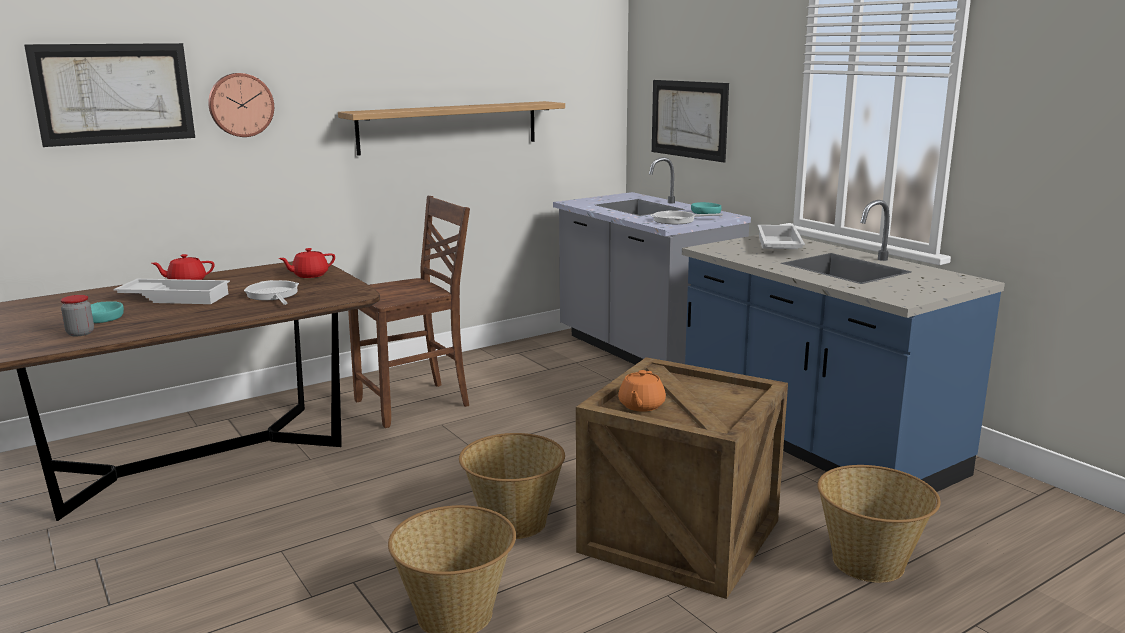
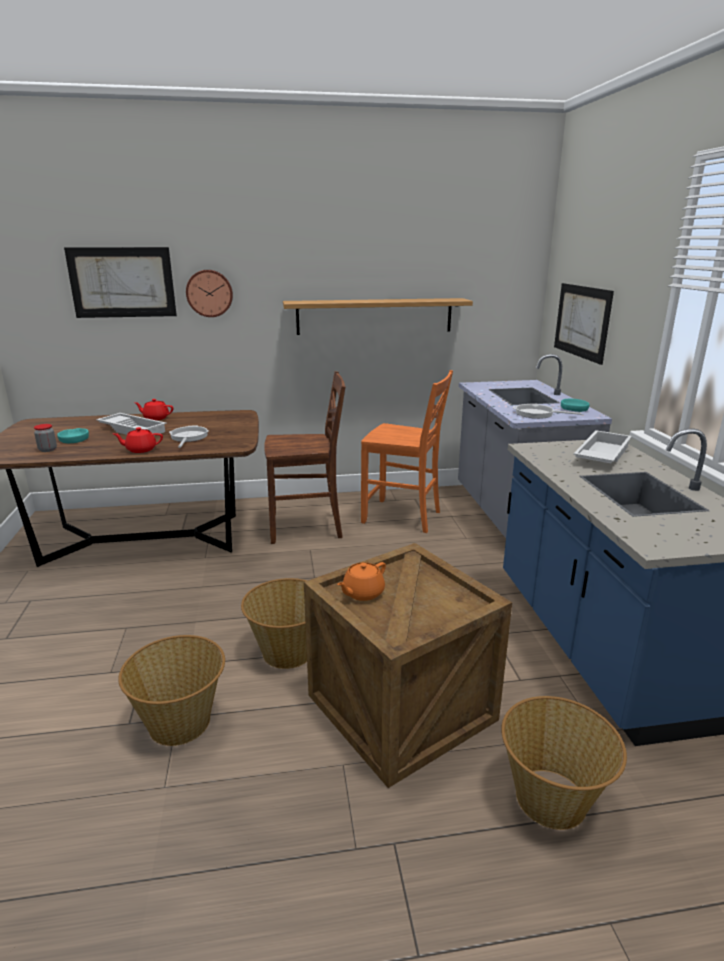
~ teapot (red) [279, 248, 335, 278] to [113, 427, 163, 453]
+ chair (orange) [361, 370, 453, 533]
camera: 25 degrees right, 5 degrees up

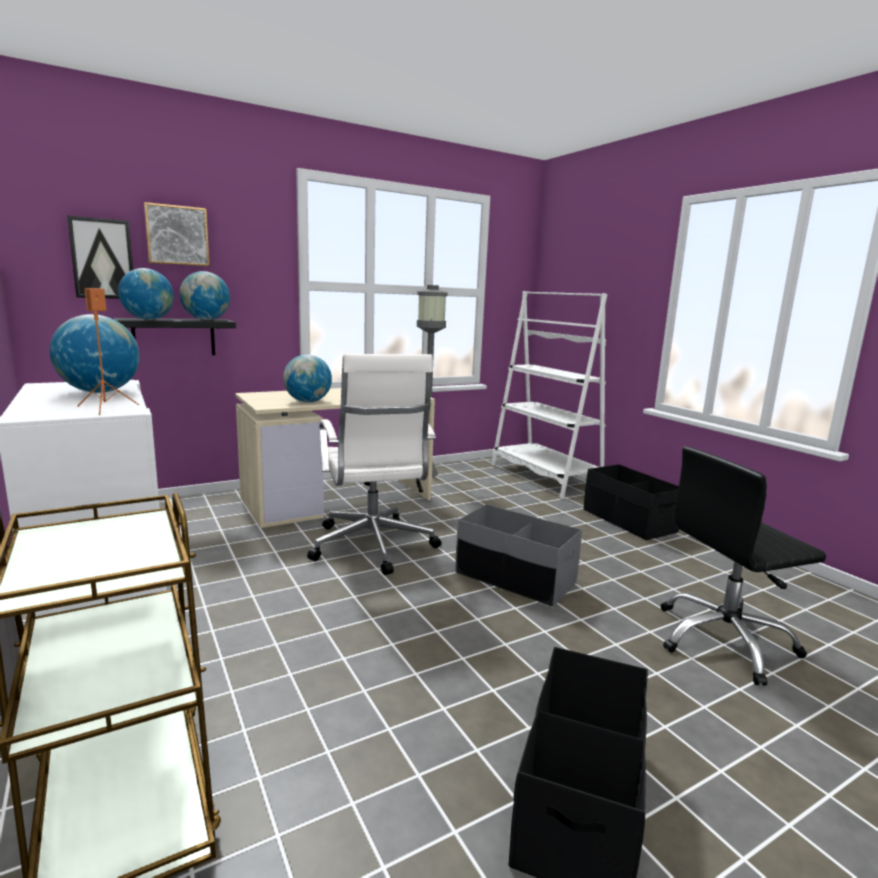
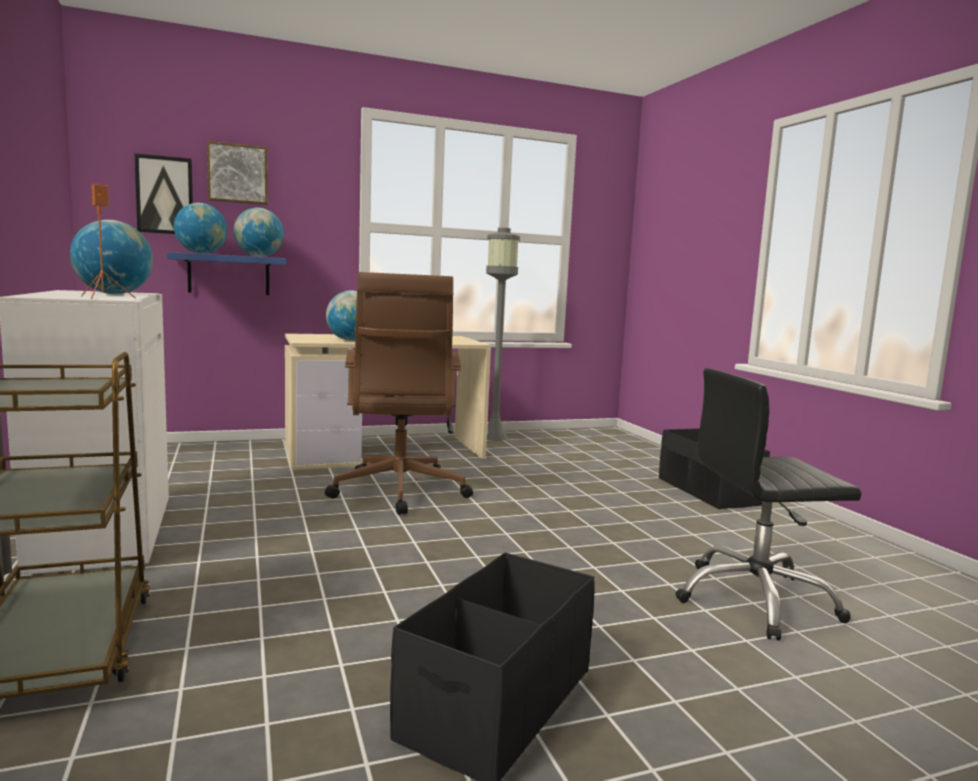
- bookcase (white) [491, 291, 607, 498]
~ shelf (black) [114, 318, 236, 355] to shelf (blue) [167, 252, 286, 295]
~ office chair (white) [307, 354, 441, 575] to office chair (brown) [325, 272, 473, 515]
- storage box (grey) [455, 504, 582, 607]
camera: 10 degrees right, 5 degrees down

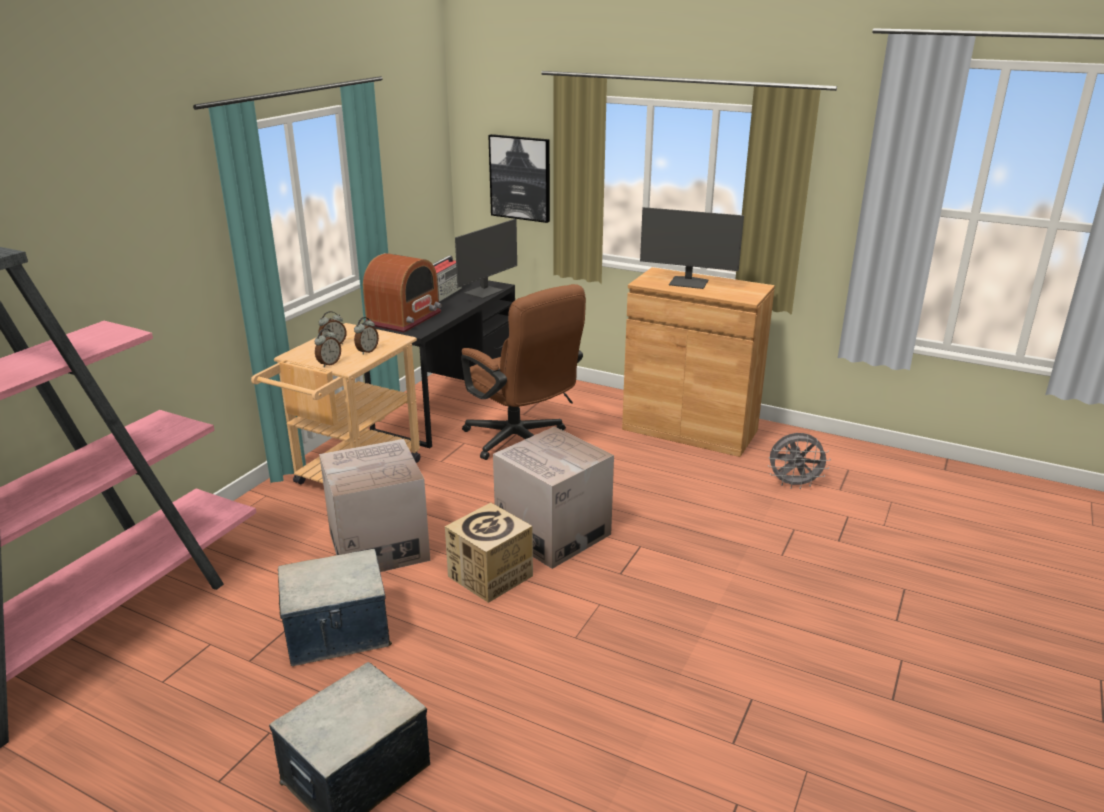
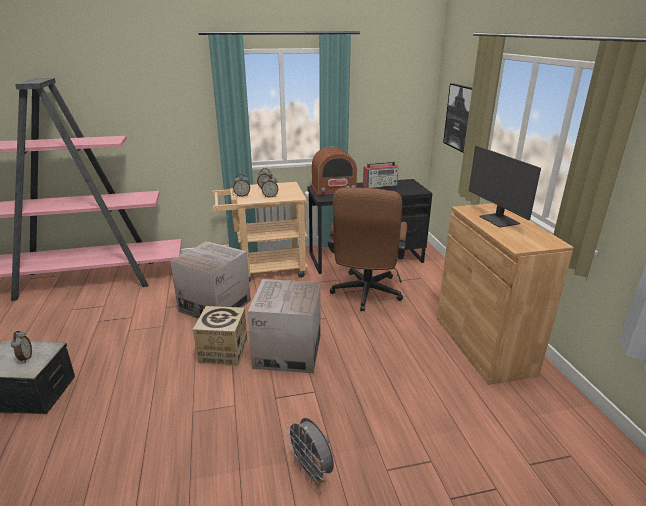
- monitor [455, 219, 517, 299]
~ fan (grey) [768, 433, 831, 489] to [285, 418, 334, 485]
- storage box [278, 549, 392, 666]
+ alarm clock [11, 331, 32, 362]
camera: 50 degrees right, 0 degrees up

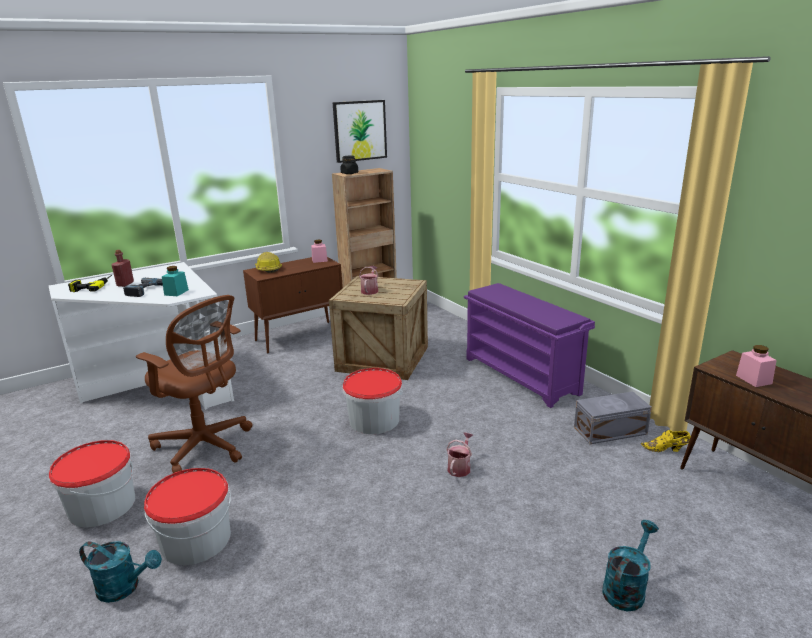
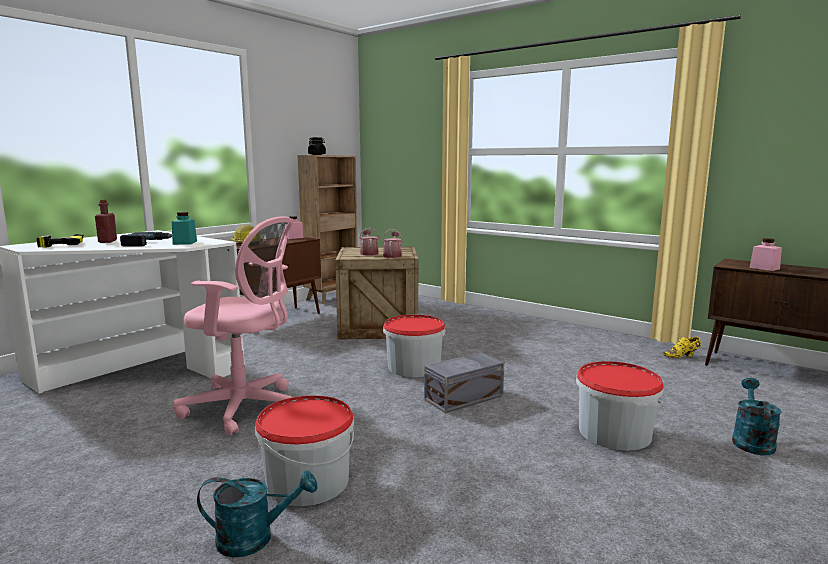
- picture [332, 100, 387, 163]
- shoe rack (purple) [464, 283, 595, 408]
~ office chair (brown) [136, 295, 253, 473] to office chair (pink) [173, 216, 294, 436]
~ storage box (grey) [574, 392, 652, 444] to [424, 352, 504, 413]
~ watering can [446, 432, 473, 477] to [382, 229, 402, 258]
~ bucket [49, 440, 135, 528] to [576, 361, 664, 451]
camera: 20 degrees left, 10 degrees down

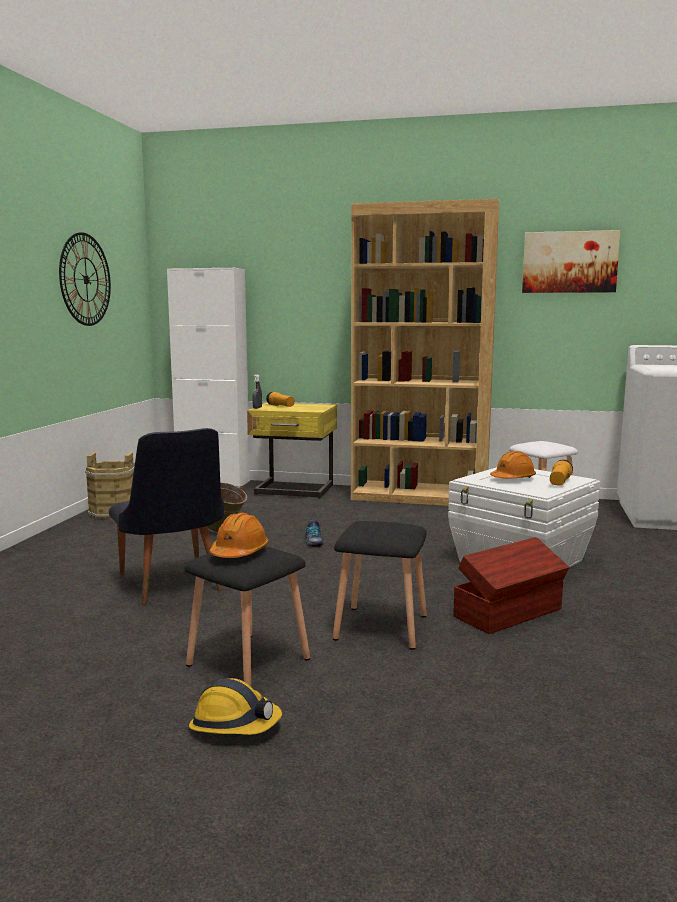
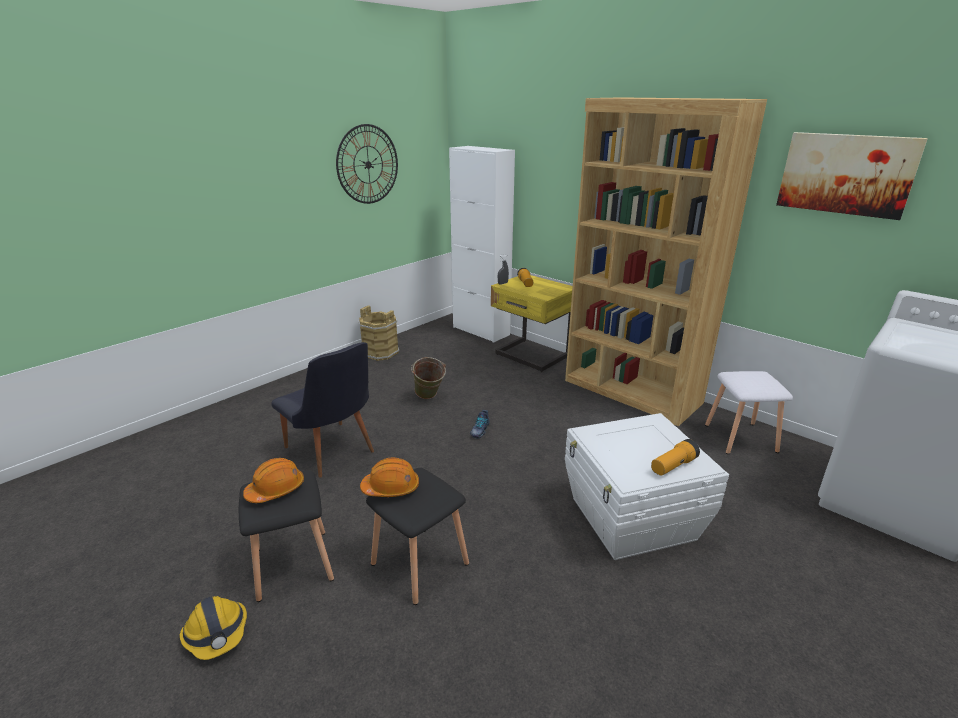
~ chair (black) [109, 428, 224, 605] = [271, 342, 374, 477] 45 degrees counterclockwise
~ hard hat (orange) [490, 451, 536, 479] to [360, 457, 419, 497]
- storage box (brown) [454, 537, 570, 634]
camera: 30 degrees right, 15 degrees up

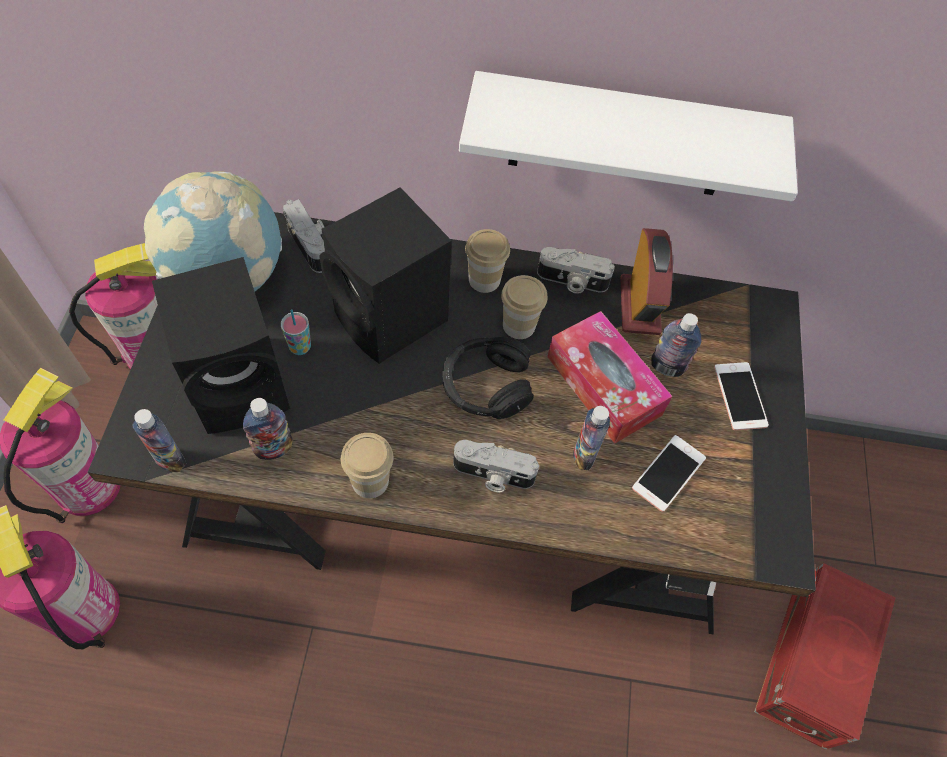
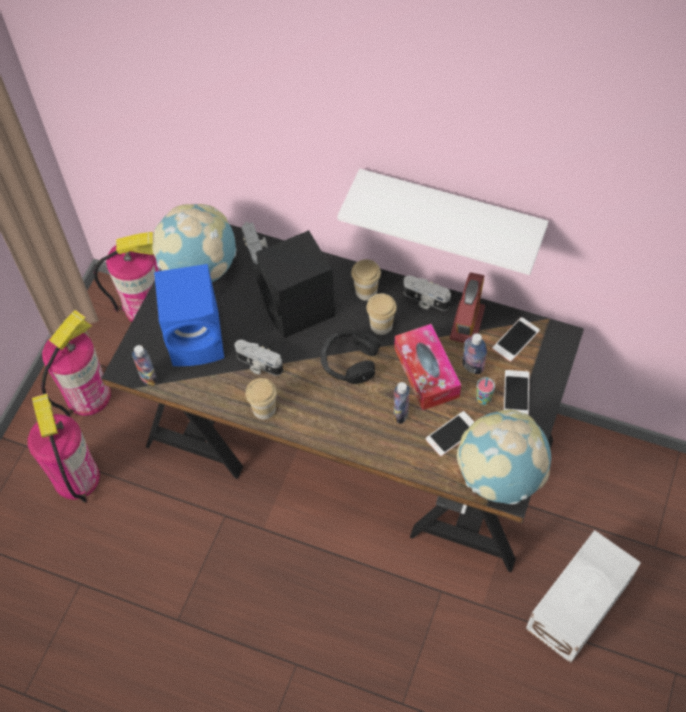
~ speaker (black) [152, 257, 290, 434] to speaker (blue) [154, 264, 224, 366]
~ cup [281, 310, 311, 355] to [476, 377, 495, 405]
- bottle [243, 398, 292, 460]
~ photo camera [453, 440, 539, 492] to [234, 340, 283, 376]
~ storage box (red) [754, 563, 895, 749] to storage box (white) [526, 530, 641, 663]
+ phone [492, 317, 540, 362]
+ globe [457, 409, 551, 504]
camera: 20 degrees right, 0 degrees up

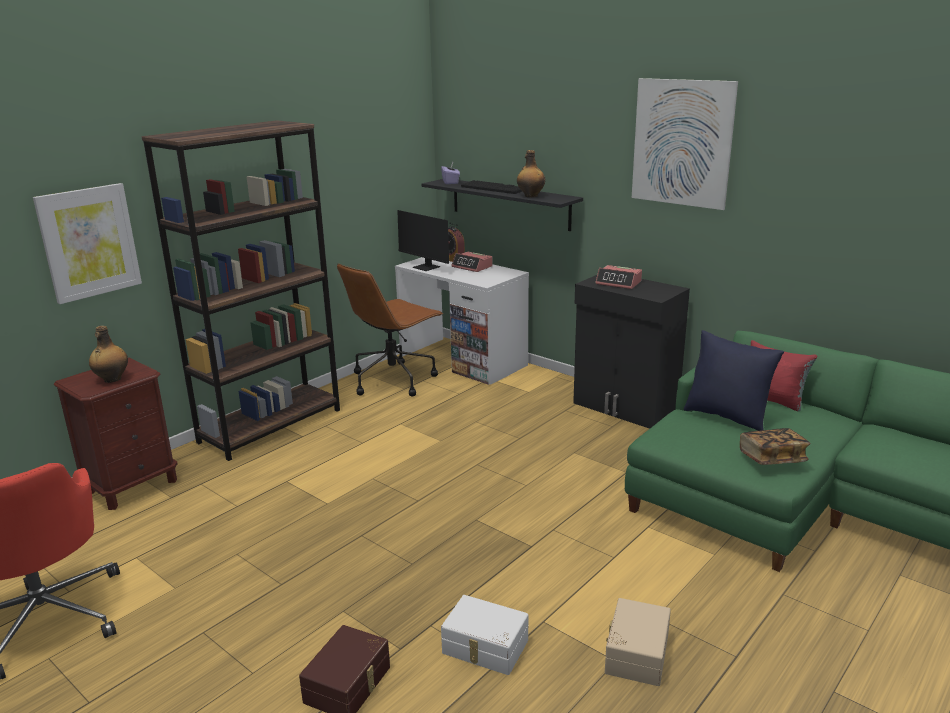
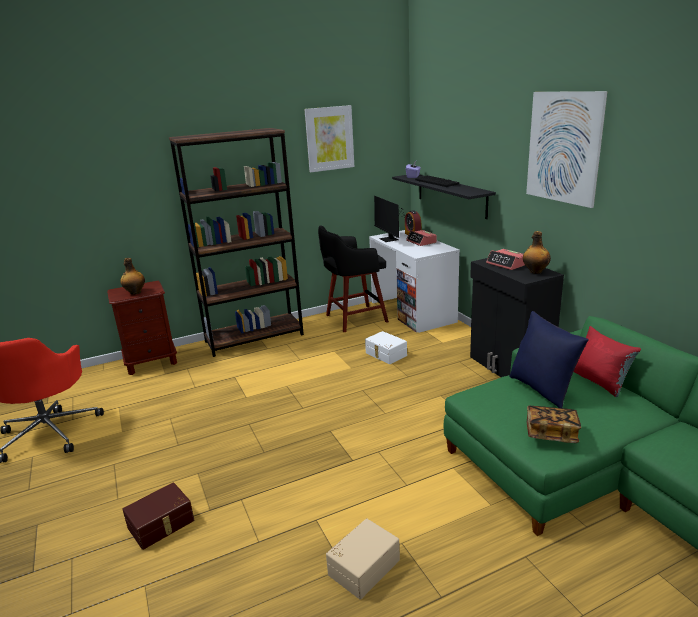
~ bottle [517, 150, 545, 197] to [523, 231, 551, 274]
~ picture [33, 183, 142, 304] to [304, 105, 354, 172]
~ office chair (brown) [337, 263, 443, 397] to stool (black) [318, 226, 389, 332]
~ storage box (white) [441, 595, 528, 675] to [365, 331, 407, 364]
camera: 25 degrees right, 0 degrees up

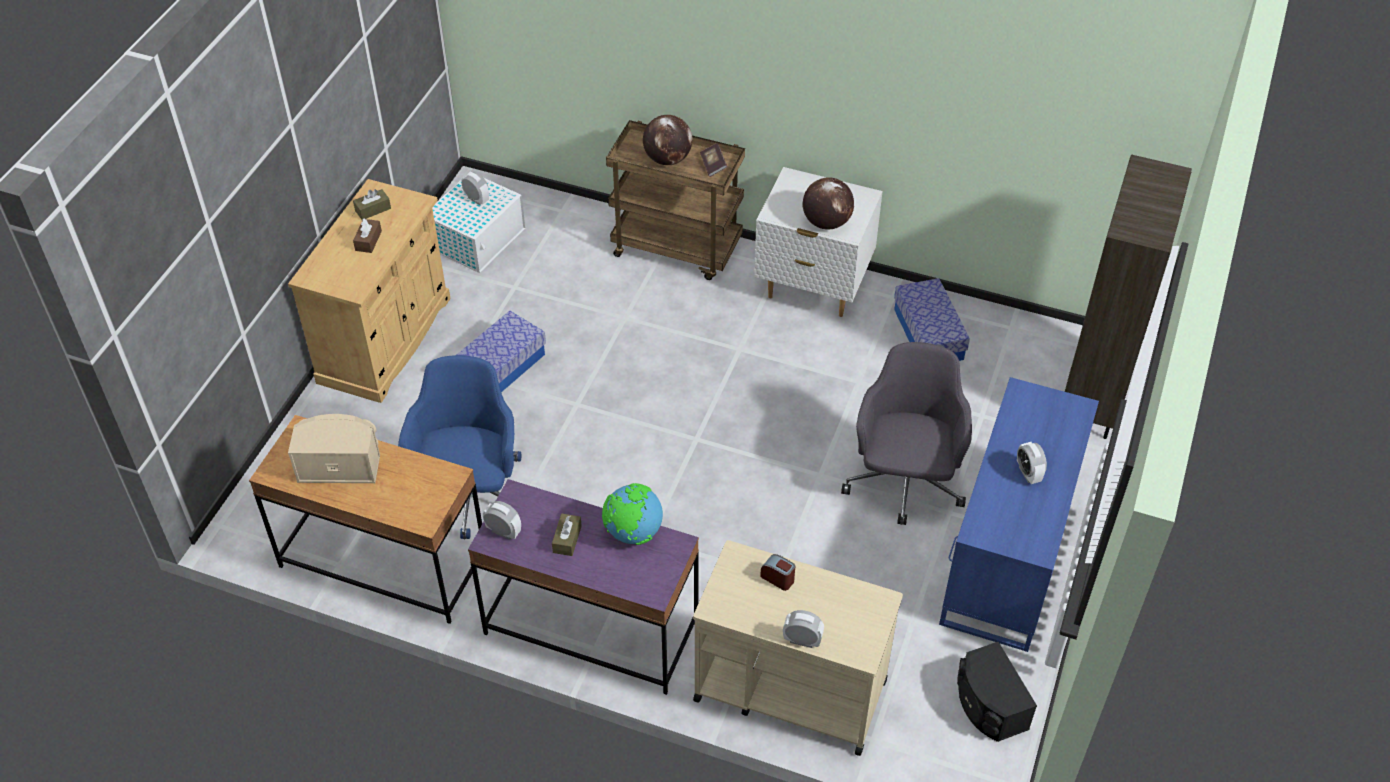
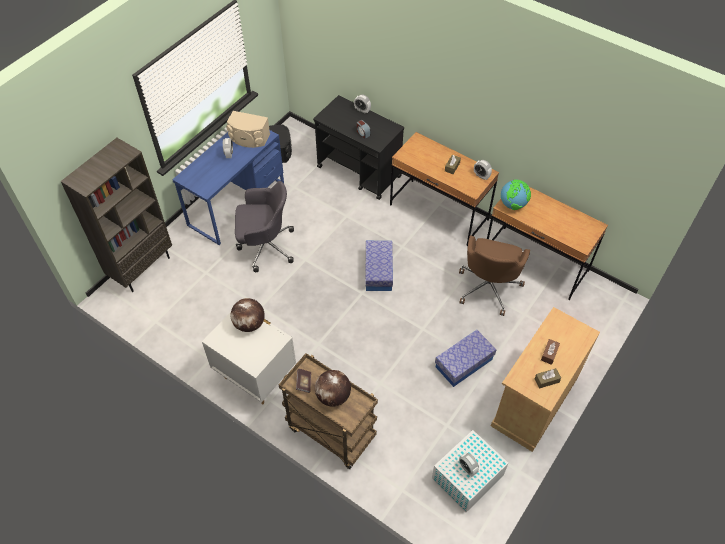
~ storage box [894, 278, 970, 361] to [365, 241, 393, 291]
~ office chair (grey) [841, 342, 972, 525] = [235, 181, 294, 272] 120 degrees counterclockwise
~ office chair (blue) [398, 355, 521, 539] to office chair (brown) [459, 235, 530, 316]
~ speaker (beige) [288, 414, 380, 483] to [226, 111, 270, 148]
~ desk (purple) [468, 479, 699, 695] to desk (brown) [390, 132, 499, 246]
~ globe [602, 483, 663, 545] to [501, 179, 531, 210]
~ cart (beige) [693, 540, 903, 756] to cart (black) [313, 95, 404, 200]
camera: 165 degrees left, 5 degrees up

